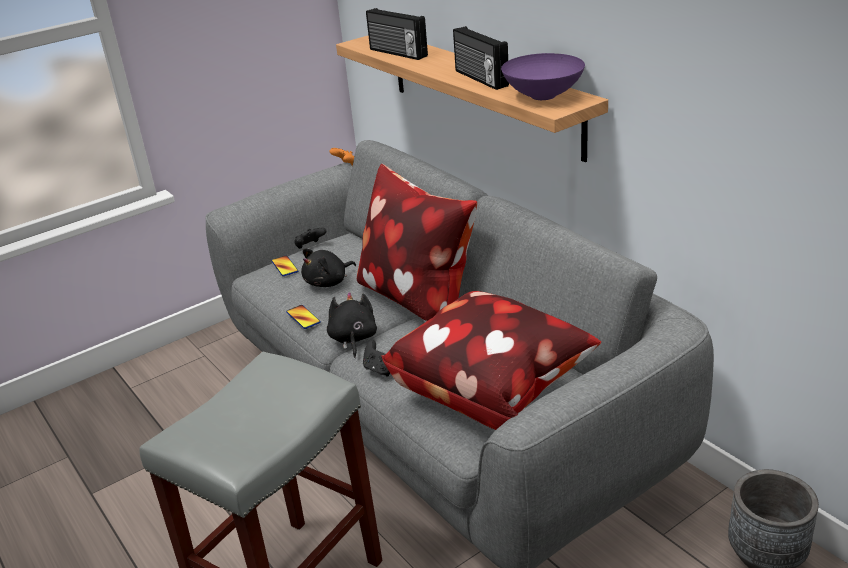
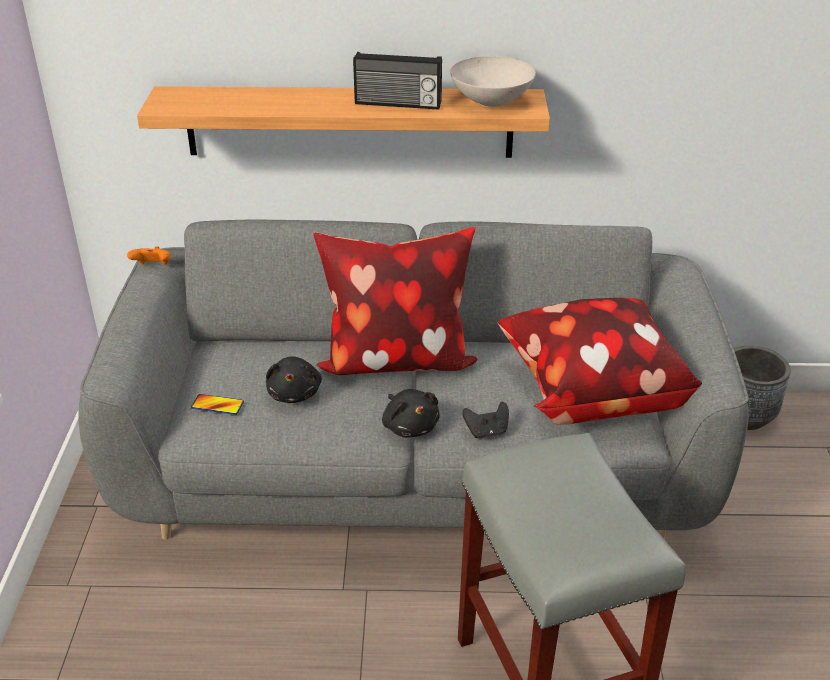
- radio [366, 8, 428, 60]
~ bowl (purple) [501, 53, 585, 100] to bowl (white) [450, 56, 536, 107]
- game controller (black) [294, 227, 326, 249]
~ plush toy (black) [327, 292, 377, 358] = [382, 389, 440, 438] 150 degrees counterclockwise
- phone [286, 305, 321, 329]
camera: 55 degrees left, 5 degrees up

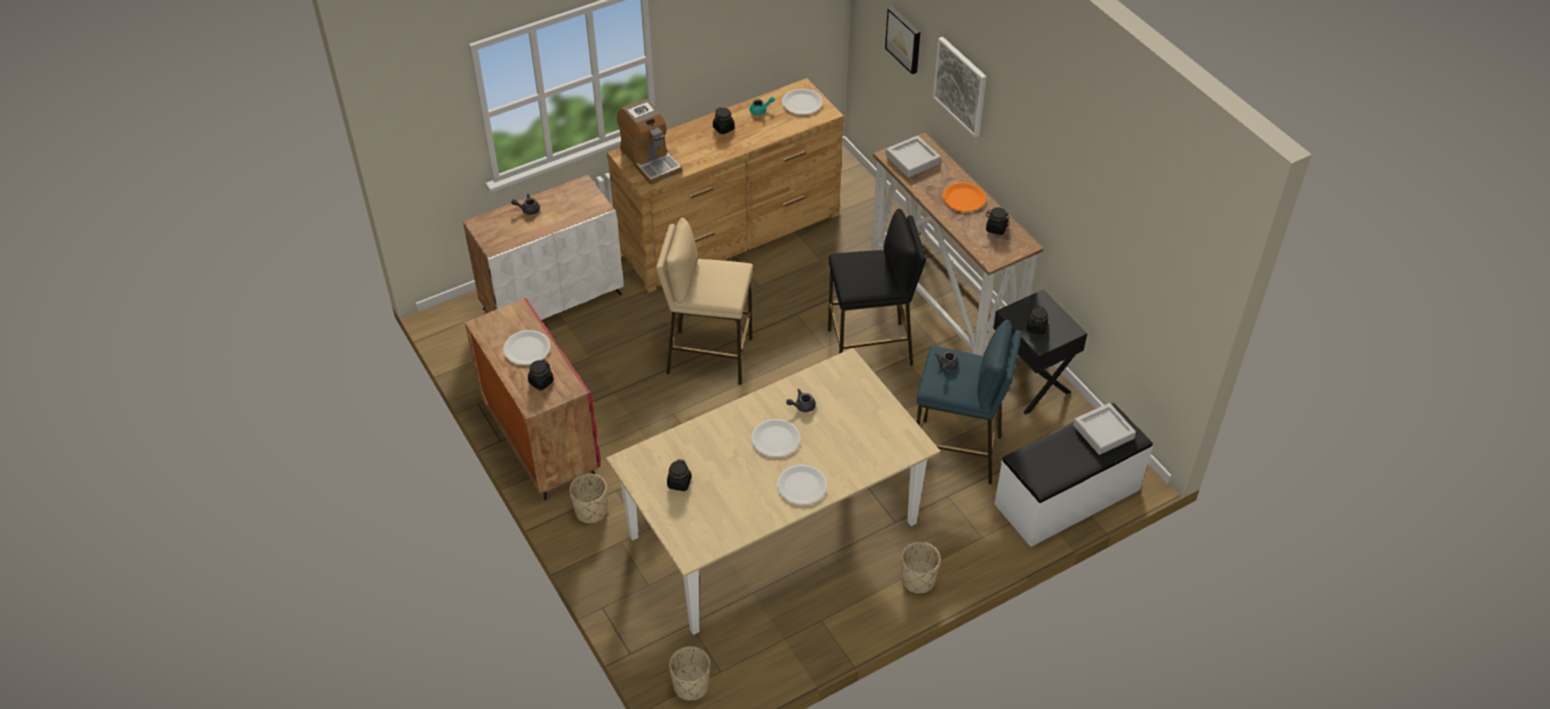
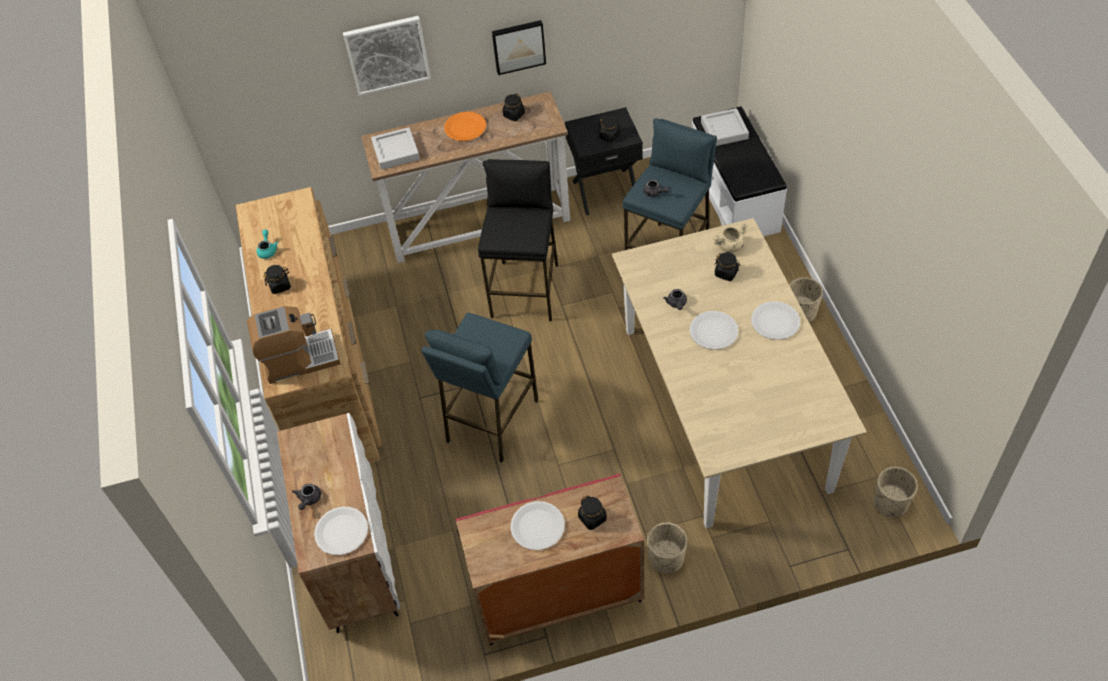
~ picture [885, 7, 920, 74] to [492, 20, 546, 75]
~ plate (white) [782, 89, 823, 115] to [314, 507, 368, 555]
~ stool (beige) [656, 218, 753, 385] to stool (blue) [422, 313, 539, 463]
~ jar (black) [667, 459, 692, 491] to [714, 252, 740, 281]
+ cooking pot (beige) [713, 223, 748, 253]
camera: 70 degrees left, 5 degrees up

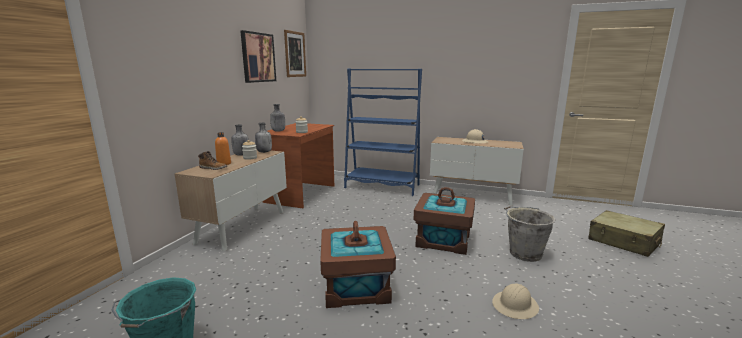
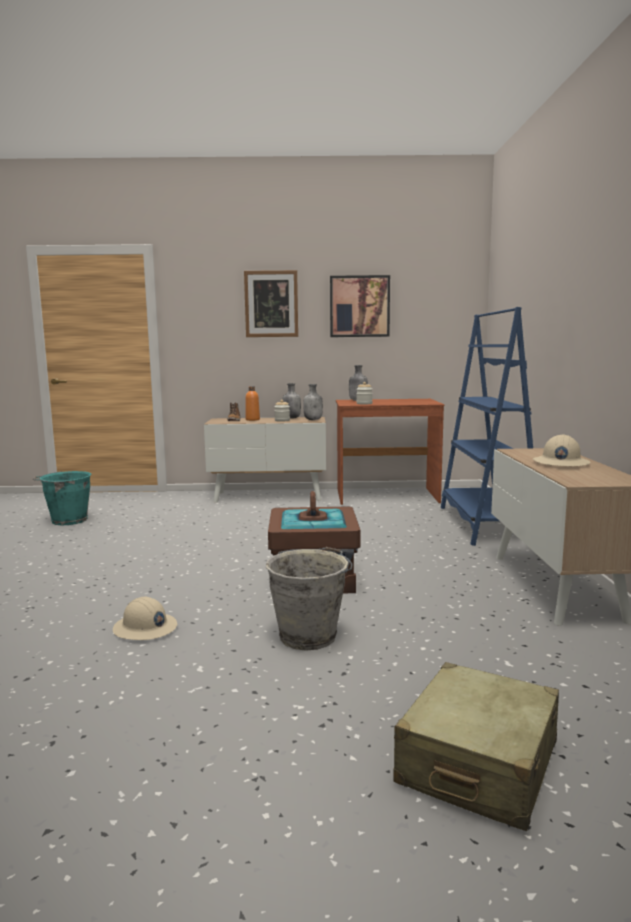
~ picture [284, 30, 306, 77] to [244, 270, 298, 337]
- storage box (brown) [320, 221, 396, 308]
camera: 70 degrees right, 5 degrees down

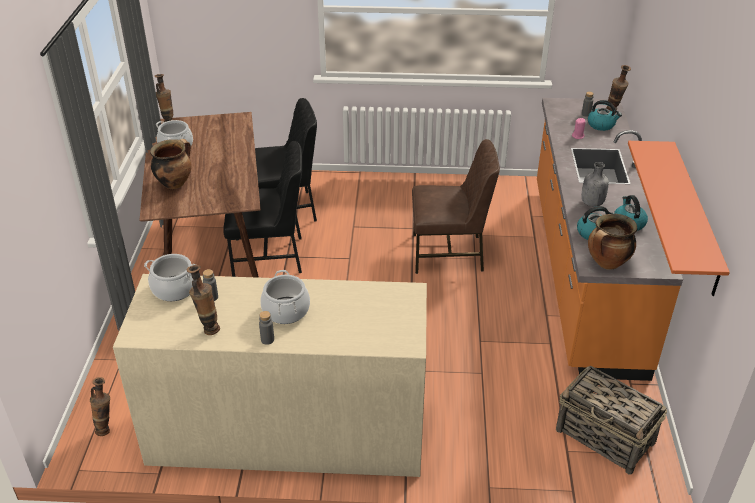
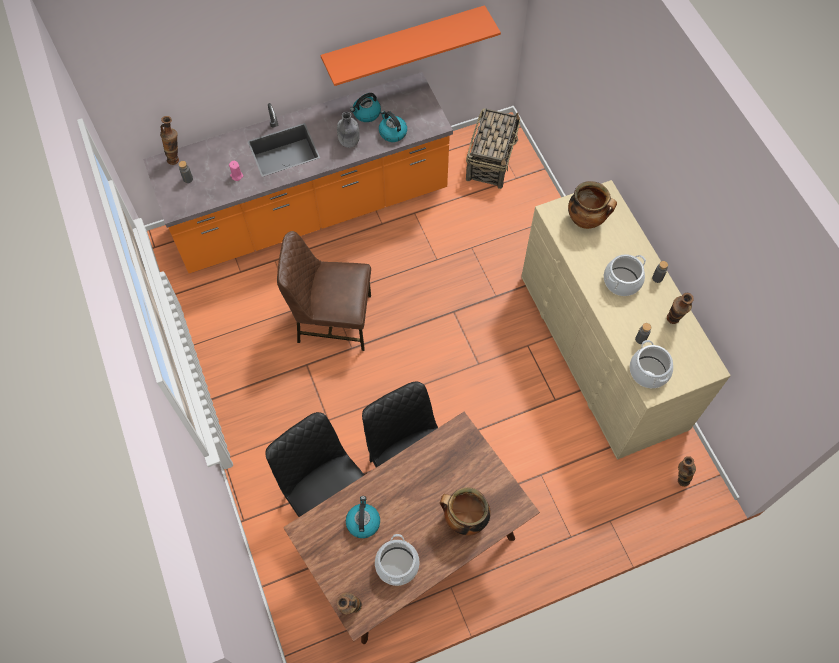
~ kettle [588, 100, 622, 131] to [346, 496, 380, 538]
~ chair (brown) [412, 139, 500, 274] = [277, 231, 371, 351] 60 degrees counterclockwise
~ cooking pot [588, 214, 637, 270] to [568, 181, 617, 229]
camera: 115 degrees left, 25 degrees up

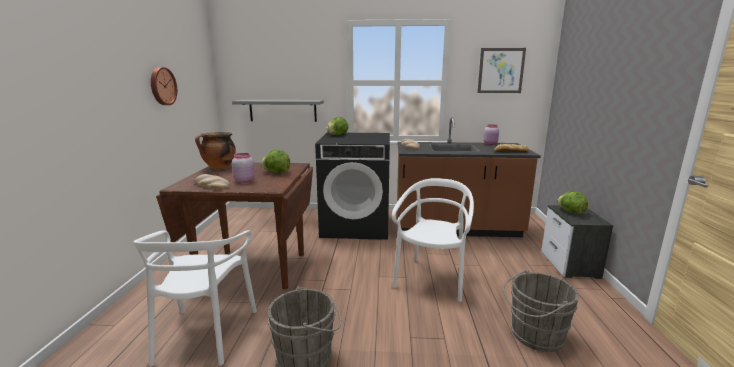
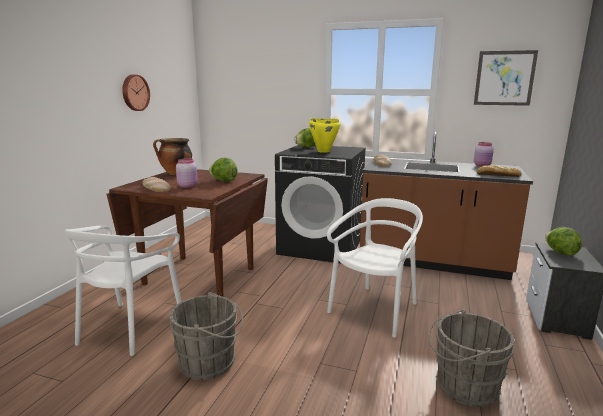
- shelf (grey) [232, 100, 324, 122]
+ cooking pot (yellow) [309, 118, 340, 153]
camera: 15 degrees right, 0 degrees up

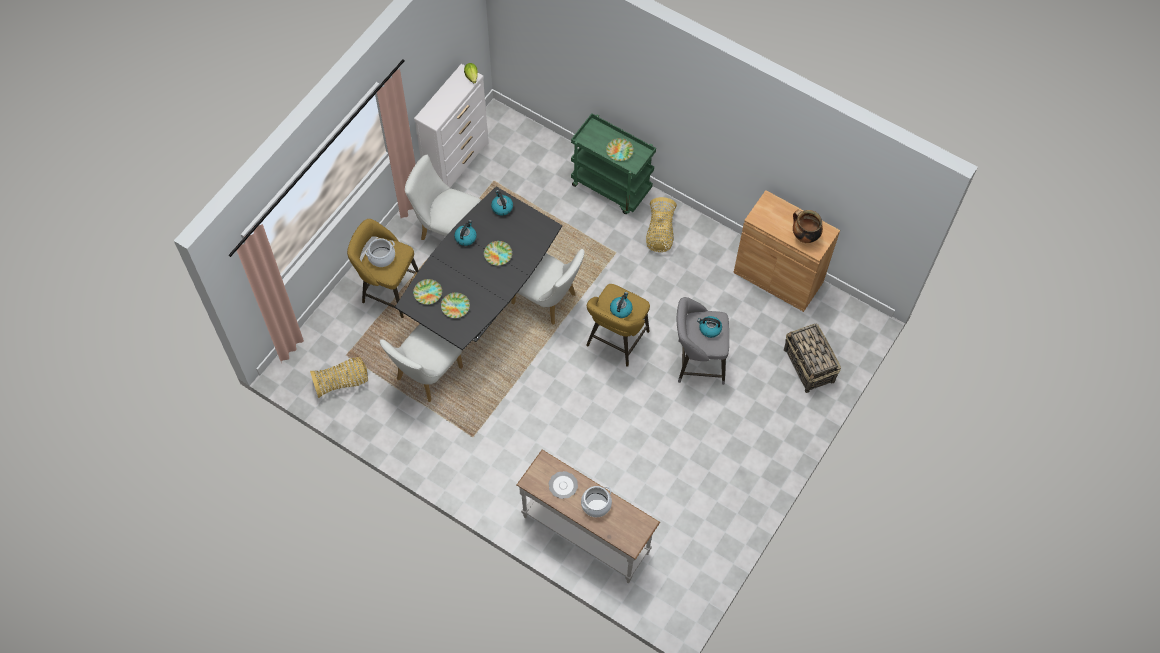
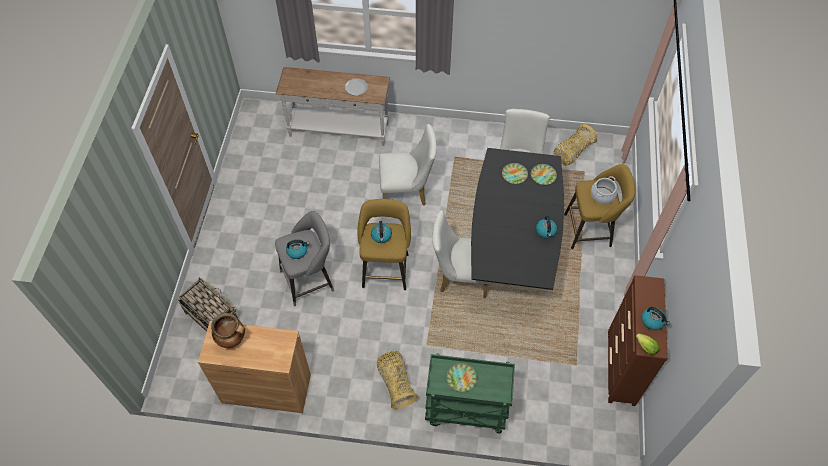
~ dresser (white) [414, 64, 489, 188] to dresser (brown) [608, 275, 668, 406]
~ chair (white) [405, 155, 481, 240] to [379, 124, 437, 206]
~ kettle [491, 190, 513, 216] to [642, 307, 670, 330]
- plate [484, 241, 512, 266]
- cooking pot [581, 486, 612, 517]
camera: 155 degrees right, 5 degrees down

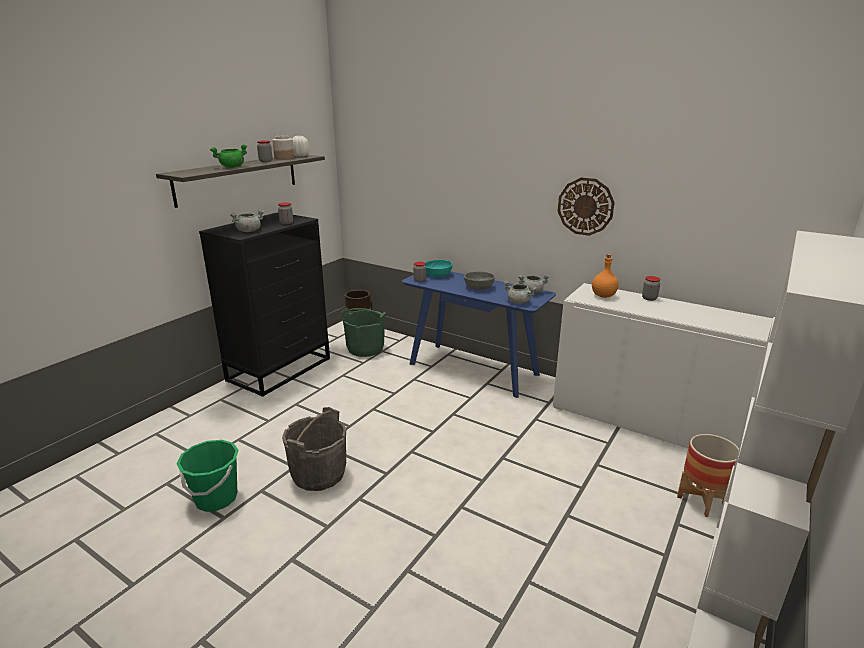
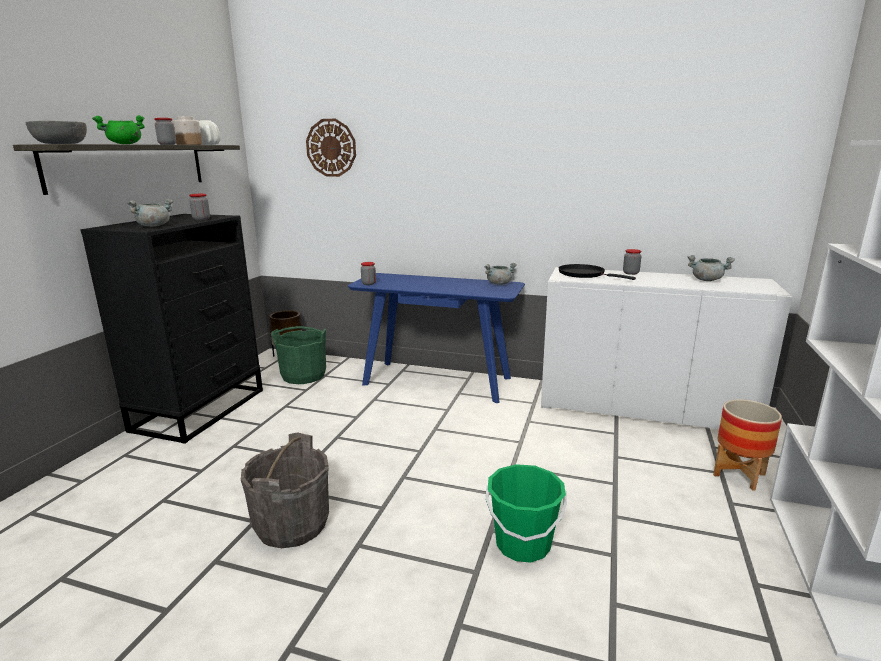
~ wall clock [558, 177, 615, 236] to [306, 119, 356, 177]
~ bottle (orange) [592, 254, 619, 298] to frying pan (black) [559, 264, 636, 280]
- bowl (turquoise) [425, 260, 452, 277]
~ bowl (grey) [464, 271, 495, 290] to [26, 121, 87, 144]
~ cooking pot (grey) [504, 281, 537, 304] to [688, 255, 735, 281]
~ bucket (green) [177, 440, 239, 512] to [486, 464, 567, 563]
camera: 15 degrees left, 5 degrees down

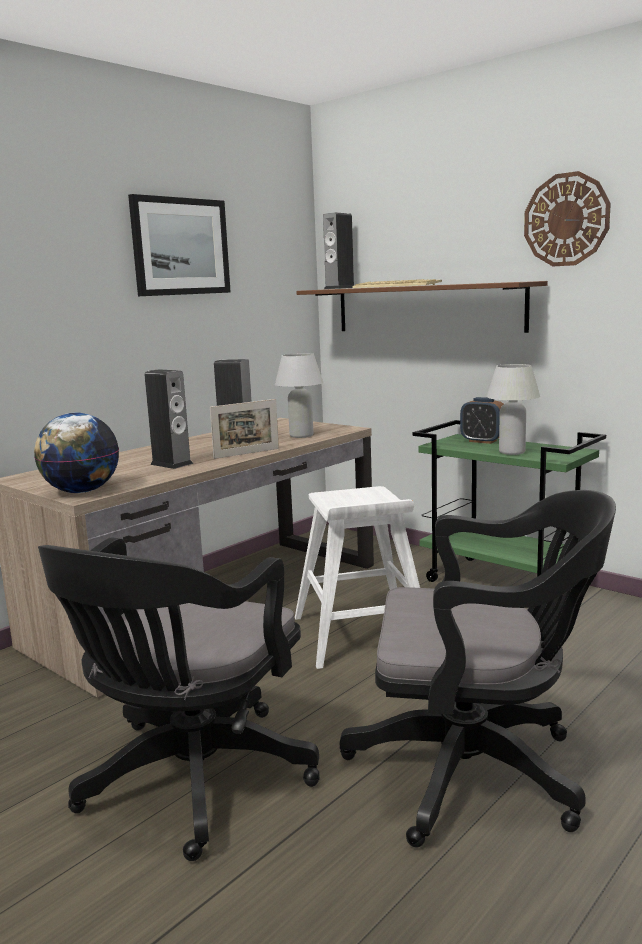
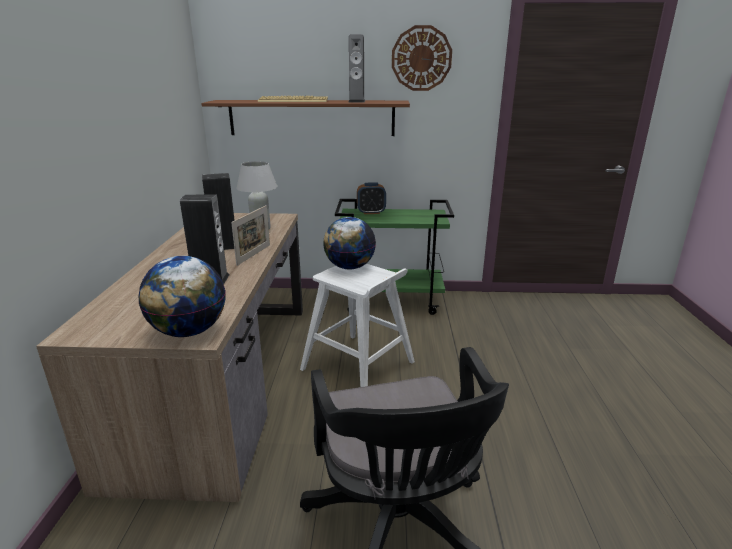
- picture [128, 194, 231, 296]
~ speaker [323, 212, 354, 289] to [349, 34, 365, 102]
- table lamp (white) [486, 364, 540, 455]
- office chair (black) [340, 490, 616, 848]
+ globe [323, 217, 376, 270]
camera: 40 degrees left, 10 degrees up

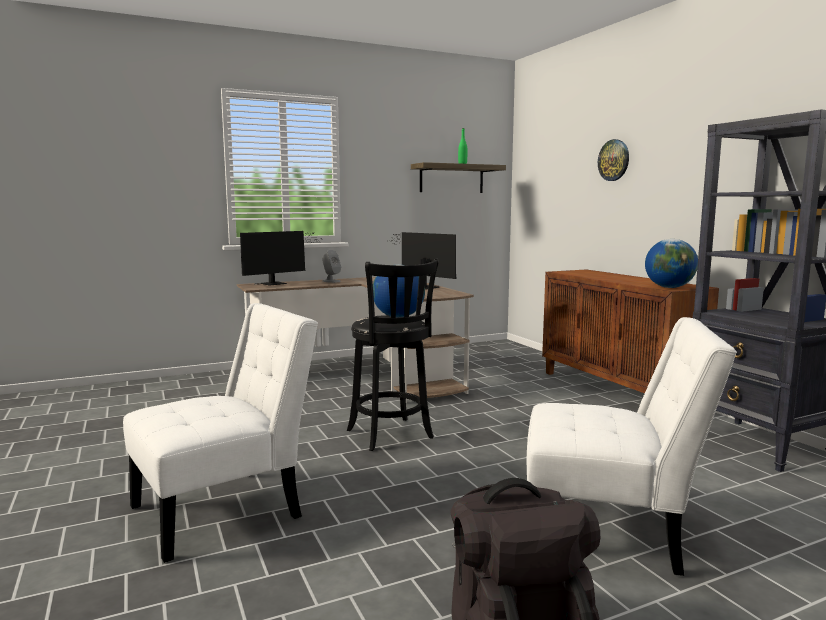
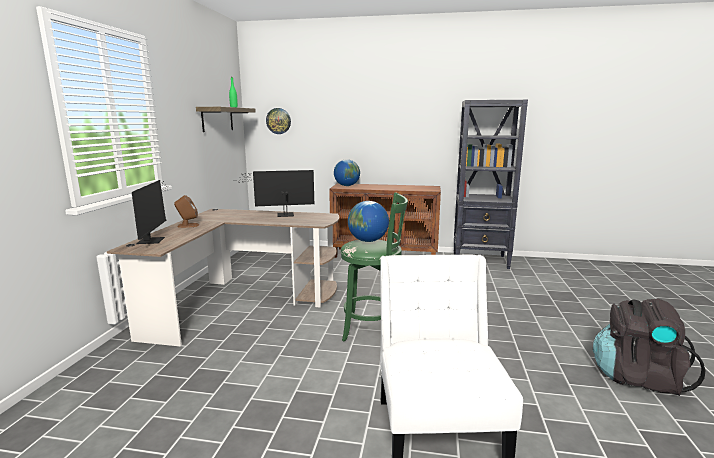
~ wall clock [598, 139, 629, 181] to [266, 108, 291, 134]
~ globe [645, 239, 698, 288] to [334, 159, 360, 186]
~ speaker (grey) [322, 250, 341, 283] to speaker (brown) [174, 195, 199, 228]
~ stool (black) [347, 258, 439, 451] to stool (green) [340, 192, 408, 341]
- chair (white) [527, 317, 737, 576]
camera: 55 degrees left, 5 degrees up

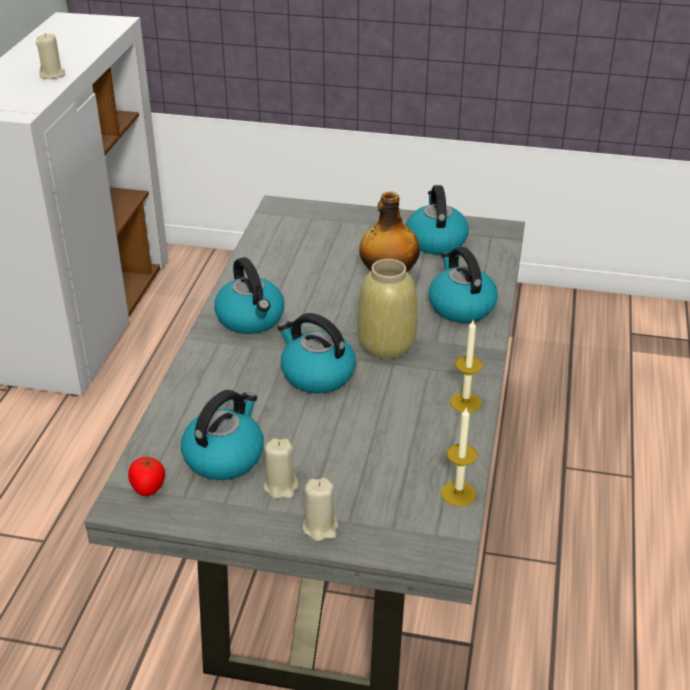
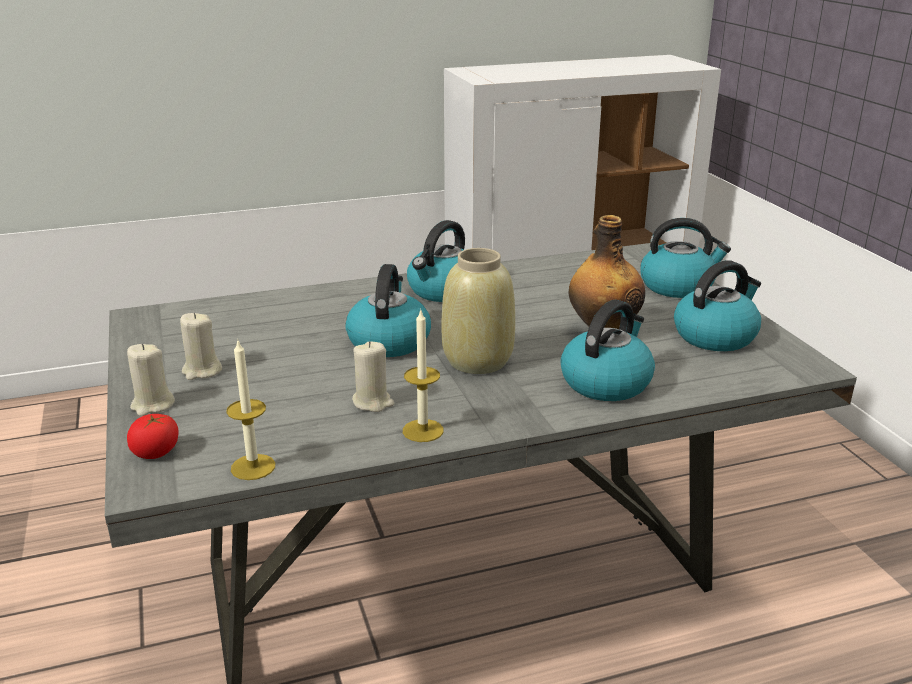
~ candle (beige) [36, 33, 66, 79] to [352, 341, 394, 412]
~ kettle [181, 390, 264, 480] to [640, 218, 731, 298]
~ tomato [128, 456, 165, 496] to [127, 414, 179, 459]
camera: 60 degrees right, 10 degrees down

